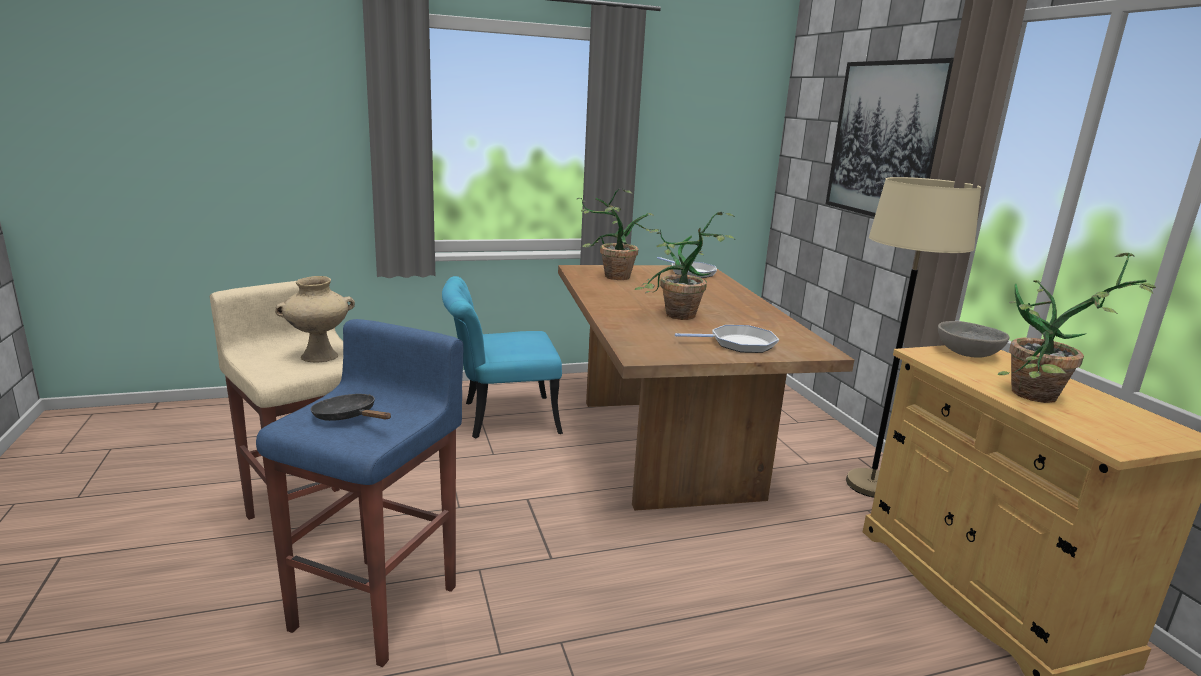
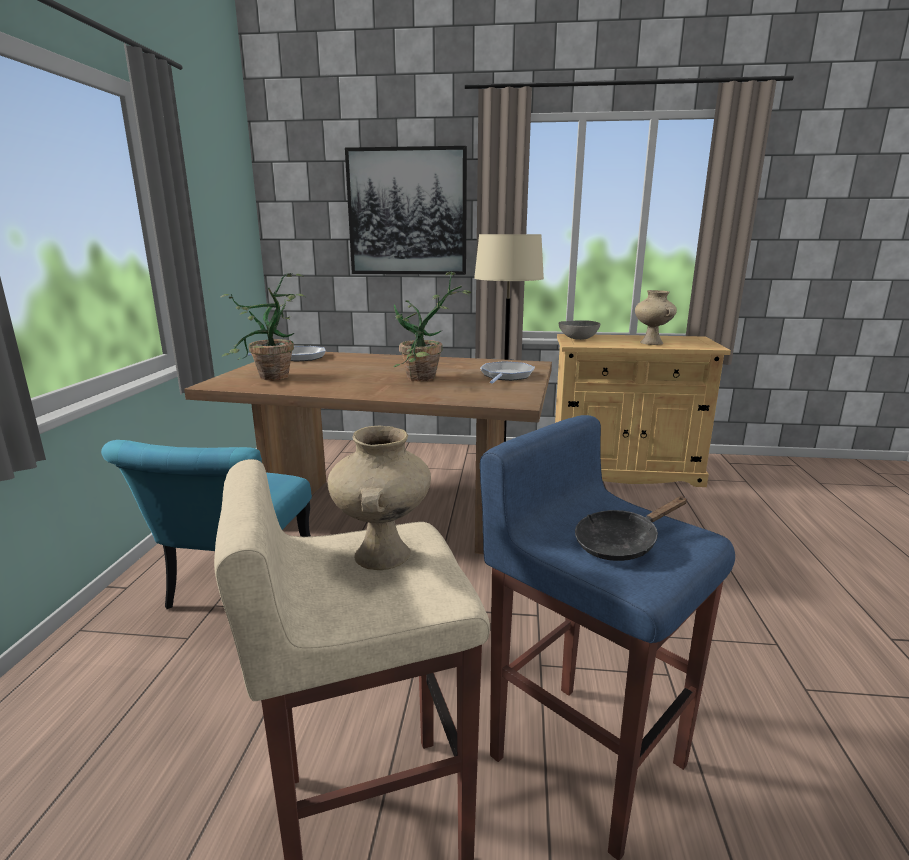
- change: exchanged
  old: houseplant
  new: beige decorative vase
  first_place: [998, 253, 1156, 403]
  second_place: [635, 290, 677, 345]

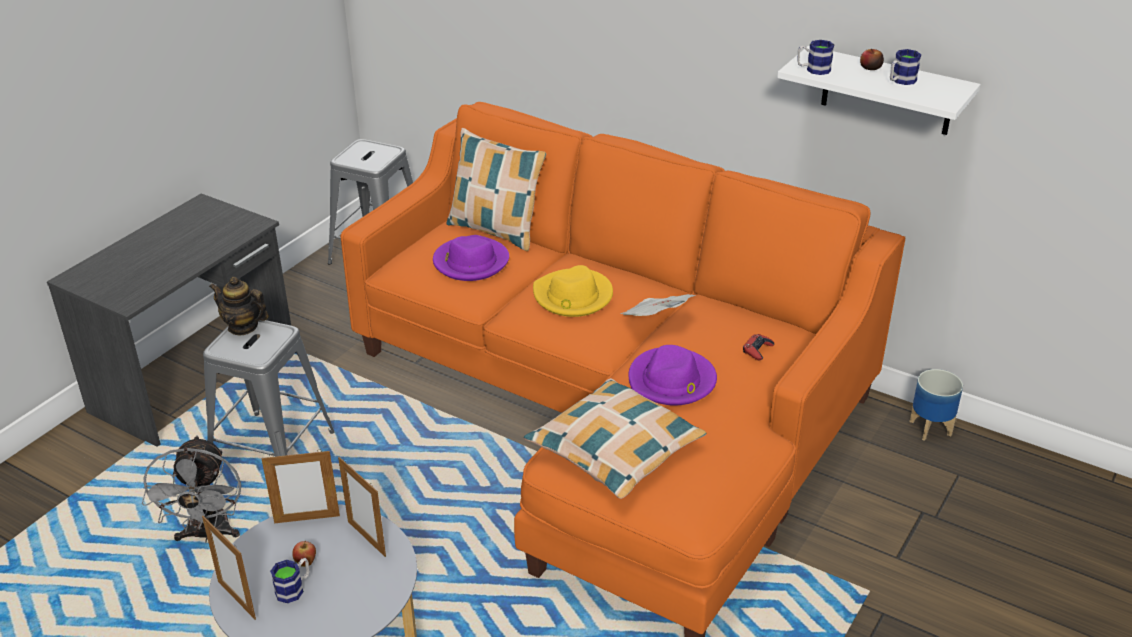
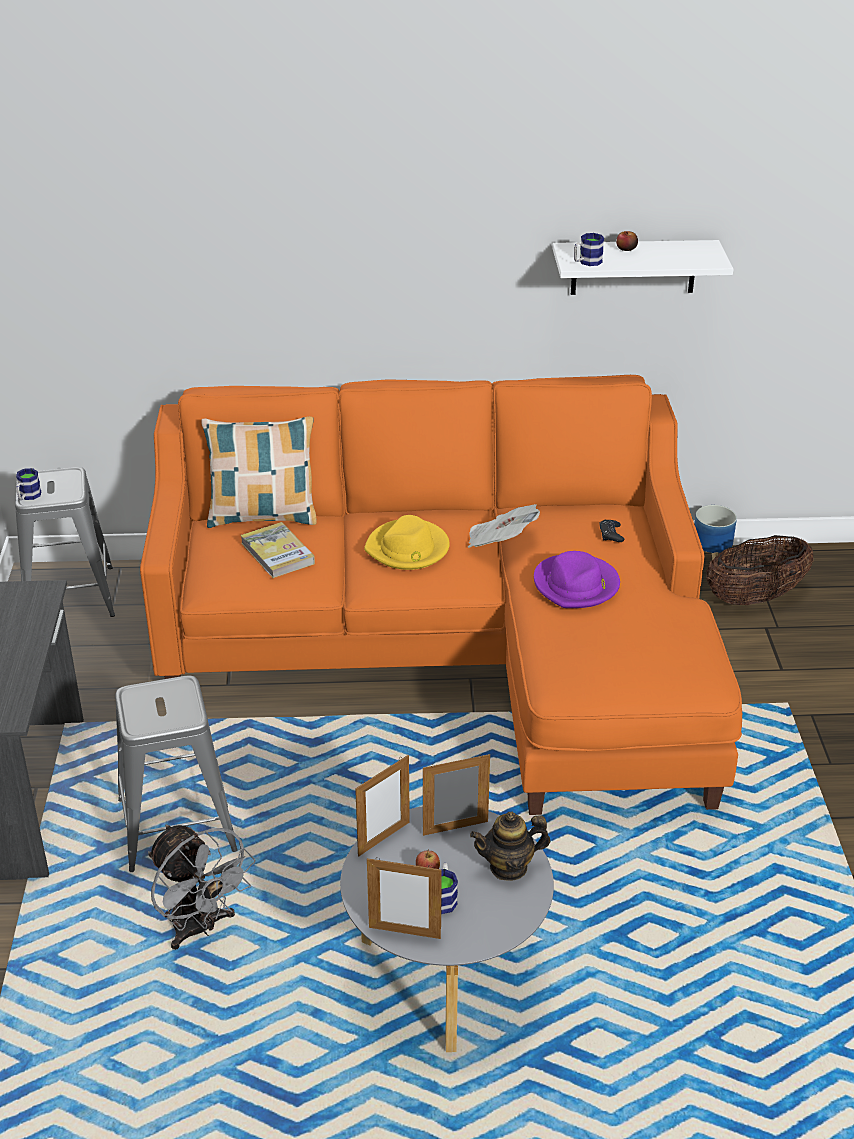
- change: relocated
  old: coffee mug
  first_place: [890, 49, 921, 85]
  second_place: [16, 468, 41, 500]
- change: exchanged
  old: purplish hat
  new: book
  first_place: [433, 235, 509, 281]
  second_place: [240, 522, 315, 578]
- change: spun
  old: photo frame
  first_place: [338, 457, 386, 557]
  second_place: [423, 754, 490, 836]
  degrees: 150
- change: relocated
  old: pot for tea
  first_place: [209, 277, 269, 335]
  second_place: [470, 812, 550, 881]
- change: colour
  old: red joypad
  new: blackish joypad
  first_place: [743, 334, 774, 361]
  second_place: [600, 520, 625, 542]
- change: appeared
  new: household basket
  second_place: [706, 535, 814, 605]
- change: missing
  old: throw pillow
  first_place: [524, 378, 706, 499]

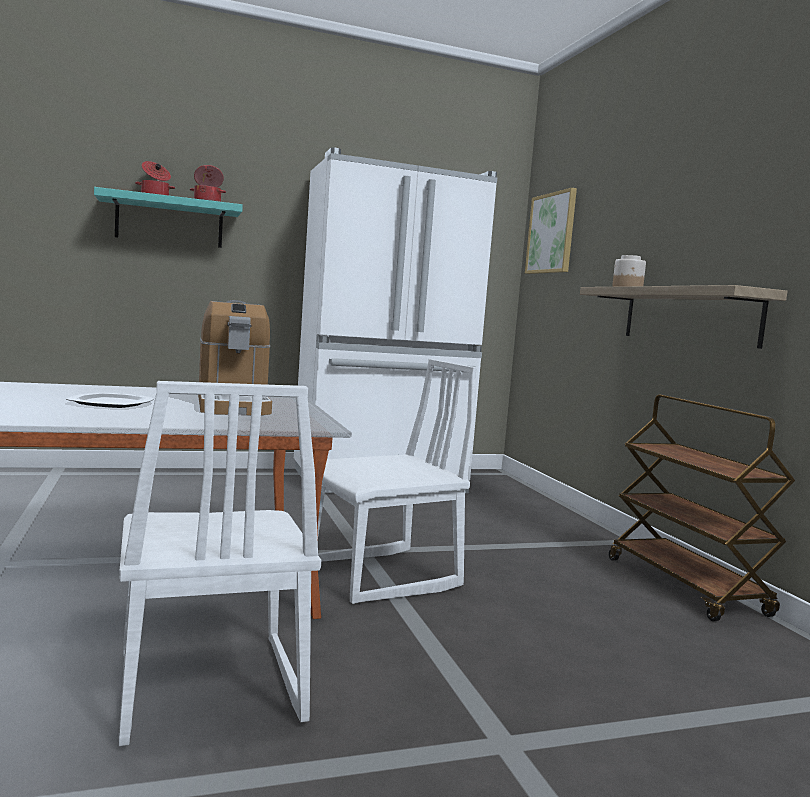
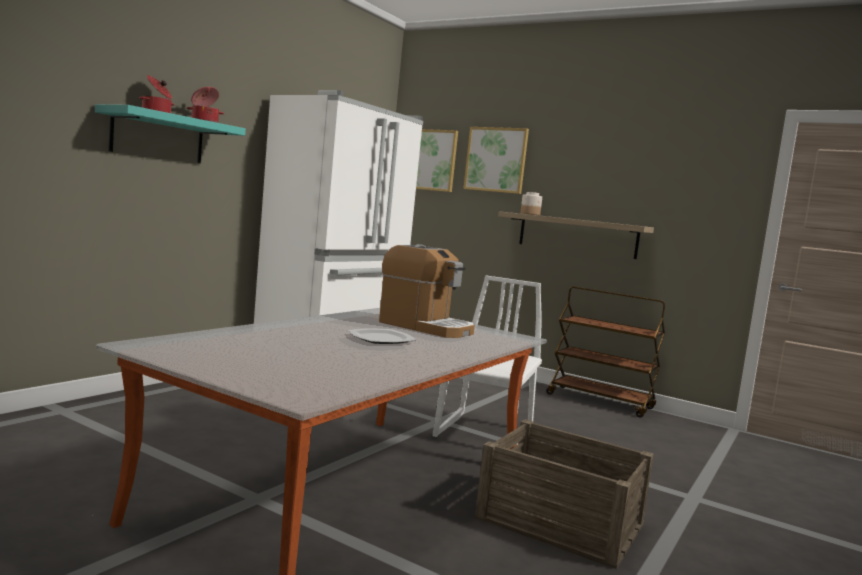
- change: appeared
  new: wall picture
  second_place: [463, 127, 529, 194]
- change: exchanged
  old: white chair
  new: crate
  first_place: [118, 381, 321, 746]
  second_place: [475, 419, 654, 569]

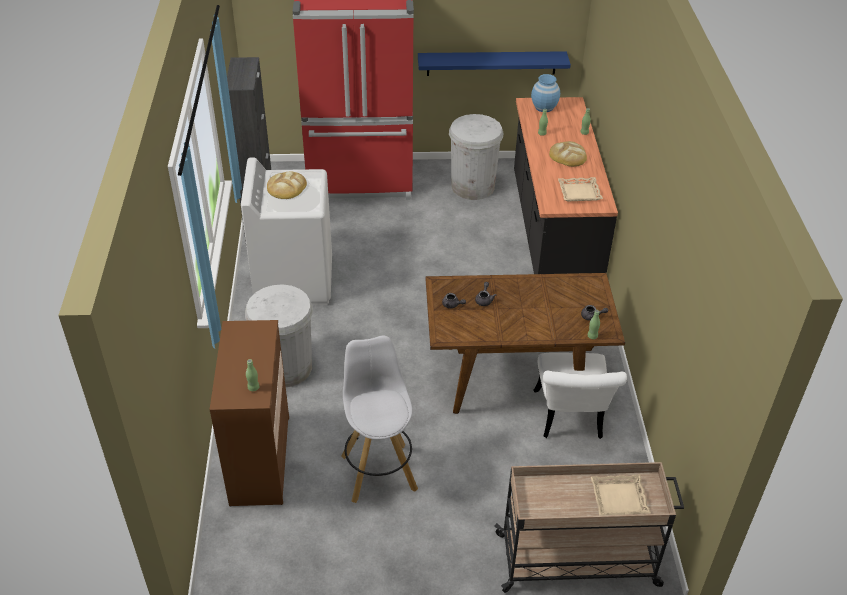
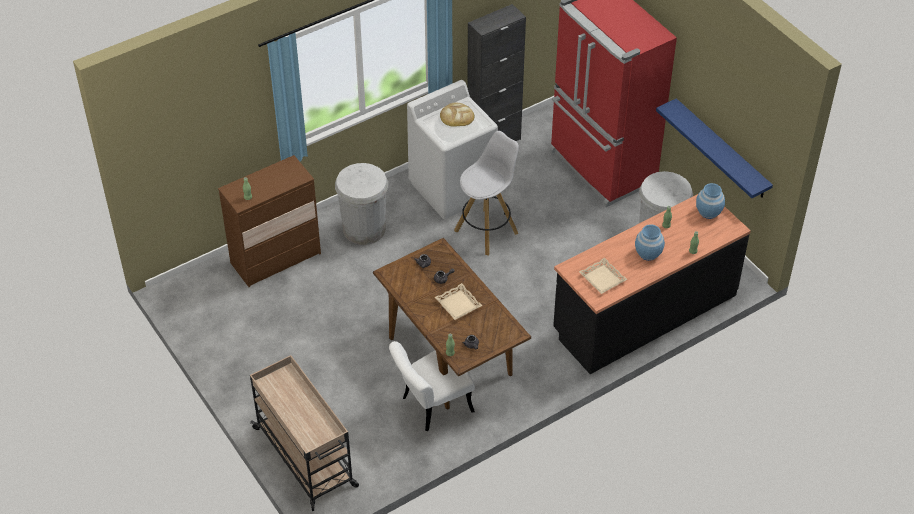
- change: relocated
  old: beige tray
  first_place: [591, 475, 651, 516]
  second_place: [435, 283, 482, 320]
- change: relocated
  old: white stool seat
  first_place: [341, 335, 418, 503]
  second_place: [454, 131, 519, 256]
- change: exchanged
  old: bakery bread
  new: blue-coloured decorative vase
  first_place: [549, 141, 587, 167]
  second_place: [635, 224, 665, 261]

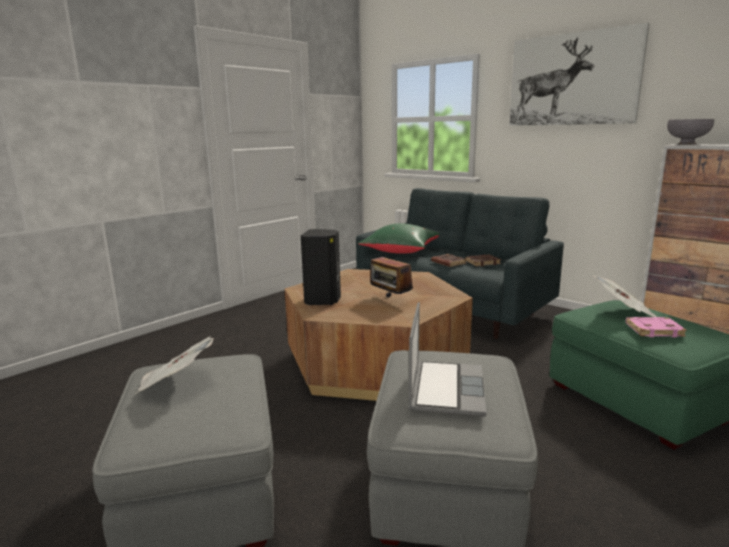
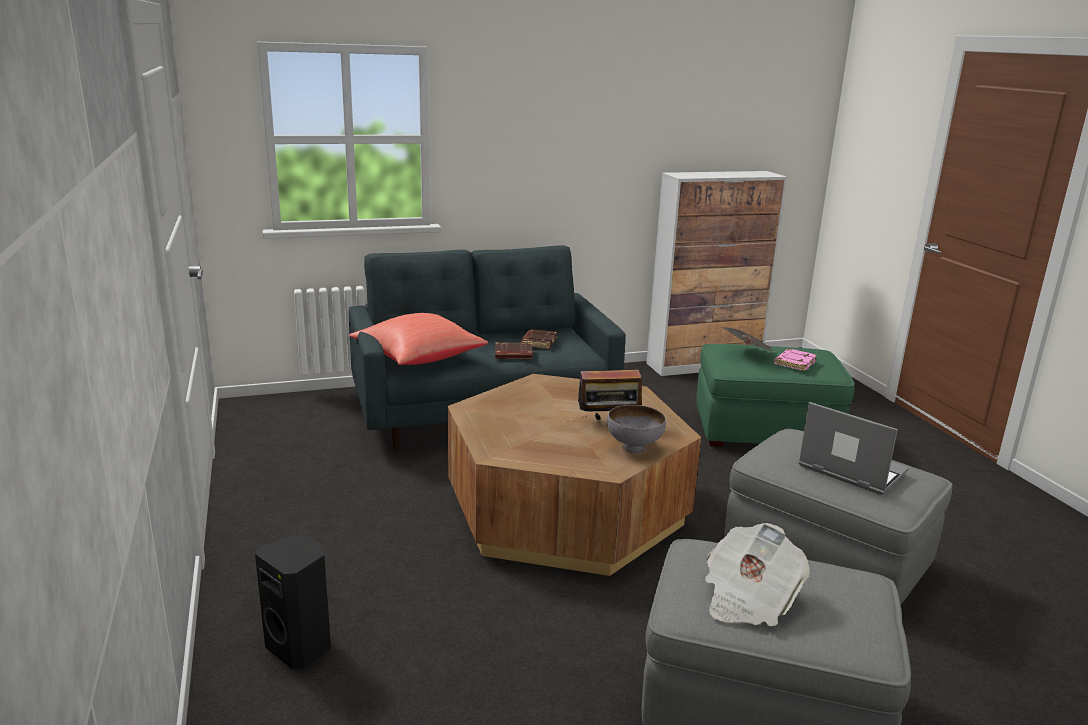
- change: relocated
  old: blackish speaker
  first_place: [301, 229, 341, 305]
  second_place: [255, 535, 331, 670]
- change: colour
  old: green throw pillow
  new: red throw pillow
  first_place: [358, 223, 439, 254]
  second_place: [350, 313, 488, 365]
- change: relocated
  old: greyish bowl
  first_place: [667, 119, 714, 145]
  second_place: [607, 405, 666, 454]
- change: missing
  old: wall picture
  first_place: [509, 23, 650, 126]

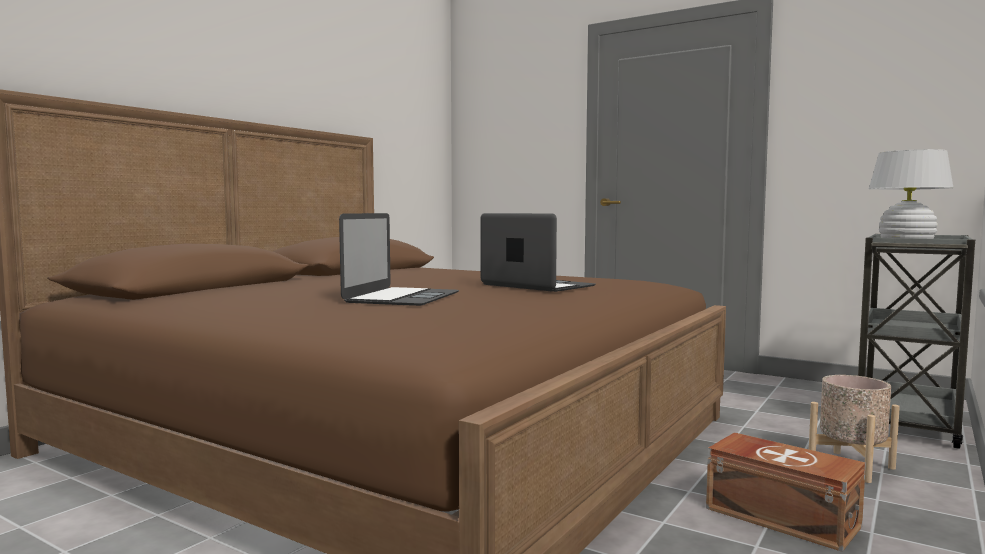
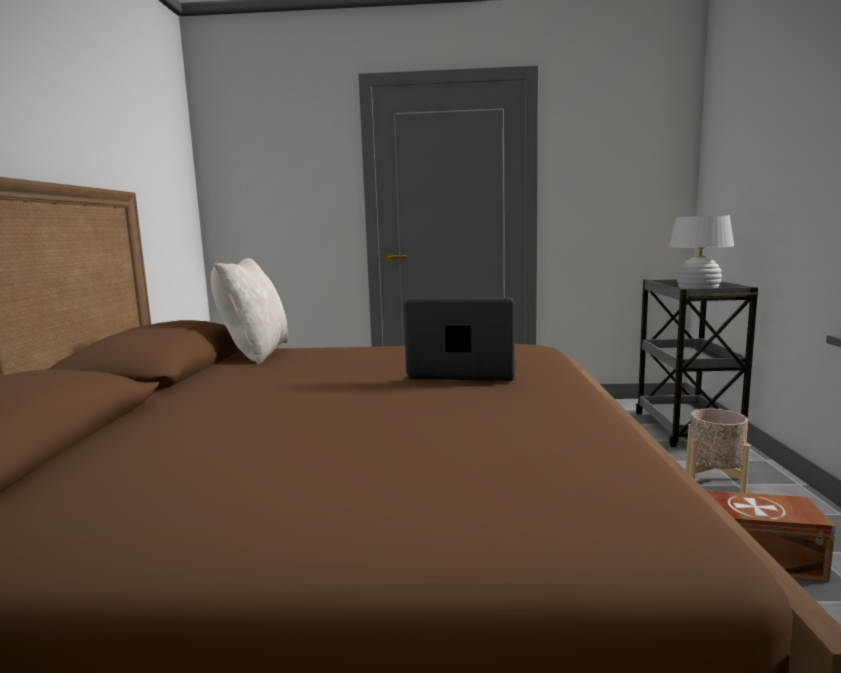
- change: appeared
  new: beige throw pillow
  second_place: [211, 258, 288, 364]
- change: missing
  old: portable computer
  first_place: [339, 213, 459, 306]

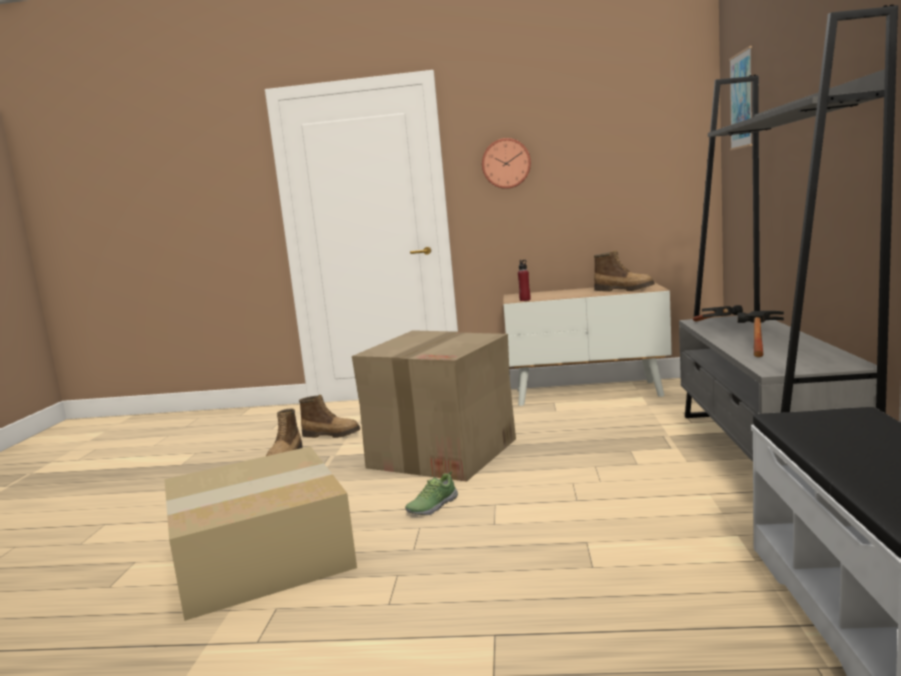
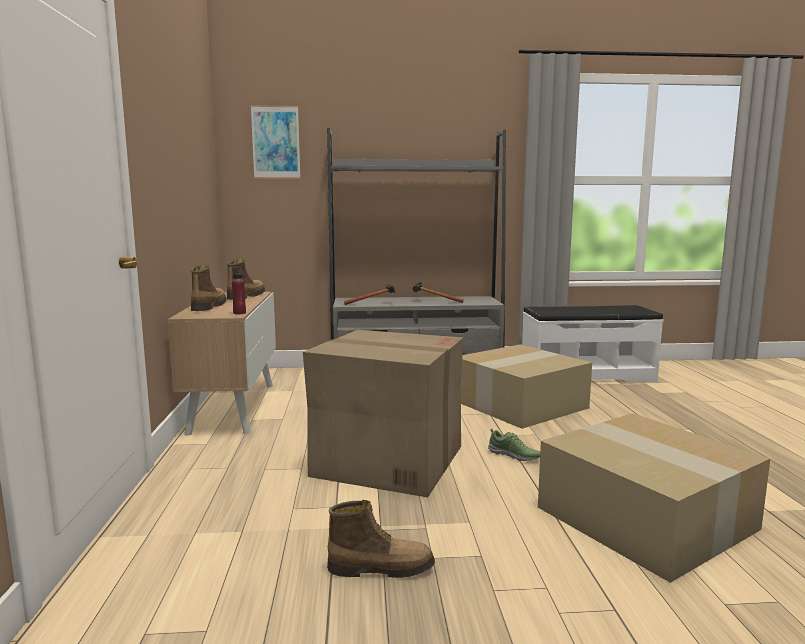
- change: relocated
  old: high-top boot
  first_place: [299, 395, 361, 438]
  second_place: [191, 265, 227, 311]
- change: appeared
  new: packing box
  second_place: [461, 344, 592, 429]
- change: missing
  old: hanging clock
  first_place: [482, 138, 531, 189]

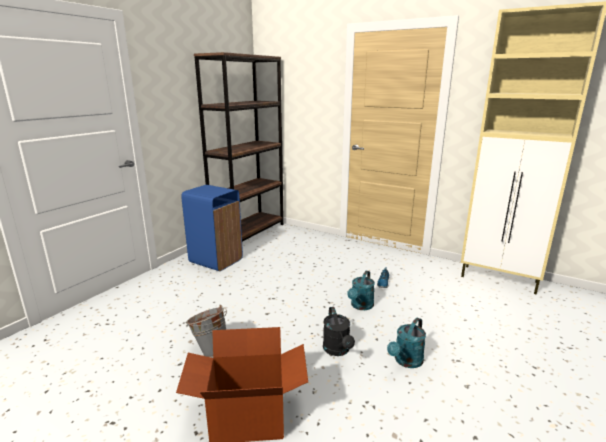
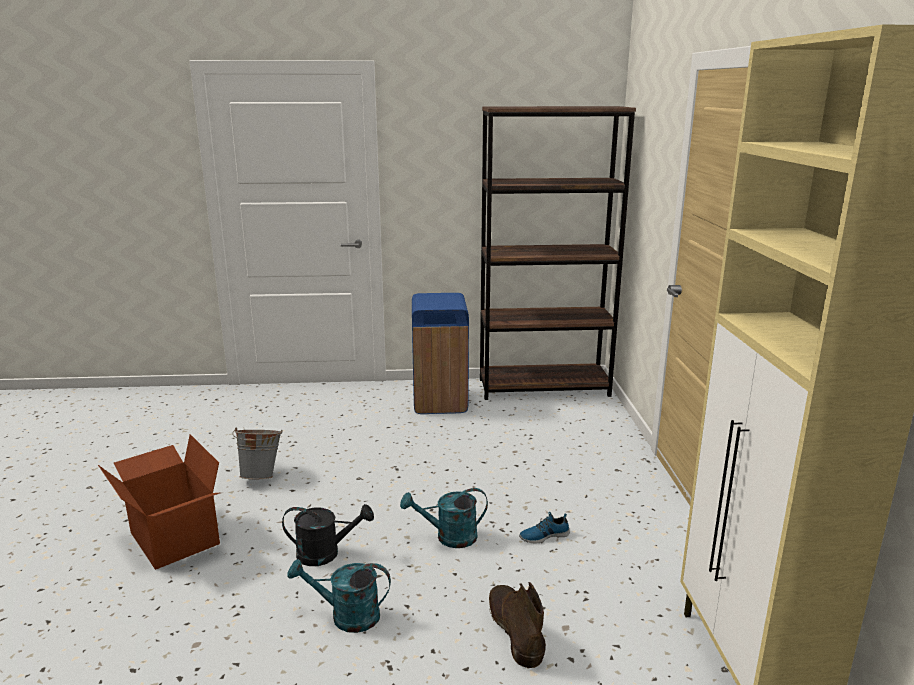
- change: spun
  old: blackish watering can
  first_place: [323, 307, 355, 356]
  second_place: [282, 504, 374, 566]
  degrees: -135
- change: appeared
  new: brown-coloured high-top boot
  second_place: [489, 582, 546, 669]

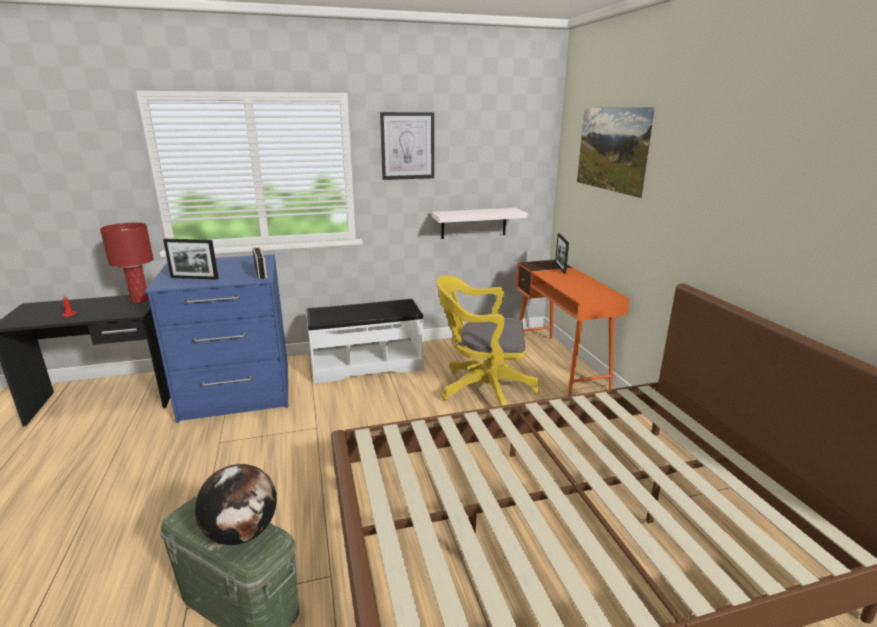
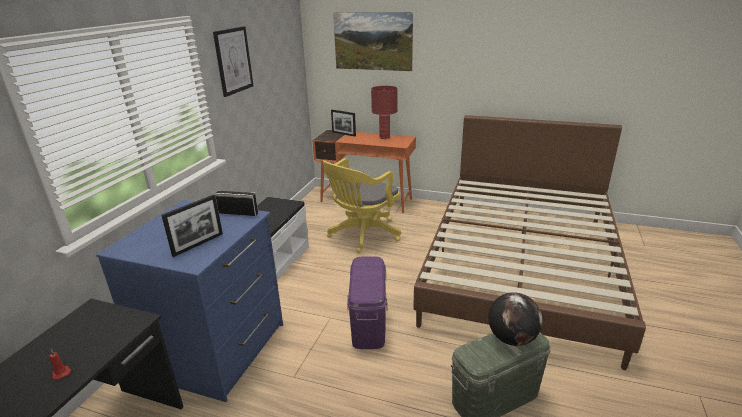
- change: appeared
  new: purplish storage bin
  second_place: [347, 256, 387, 349]
- change: relocated
  old: red lamp for a table
  first_place: [100, 222, 154, 303]
  second_place: [371, 86, 397, 139]
- change: missing
  old: white shelf
  first_place: [431, 208, 528, 239]

